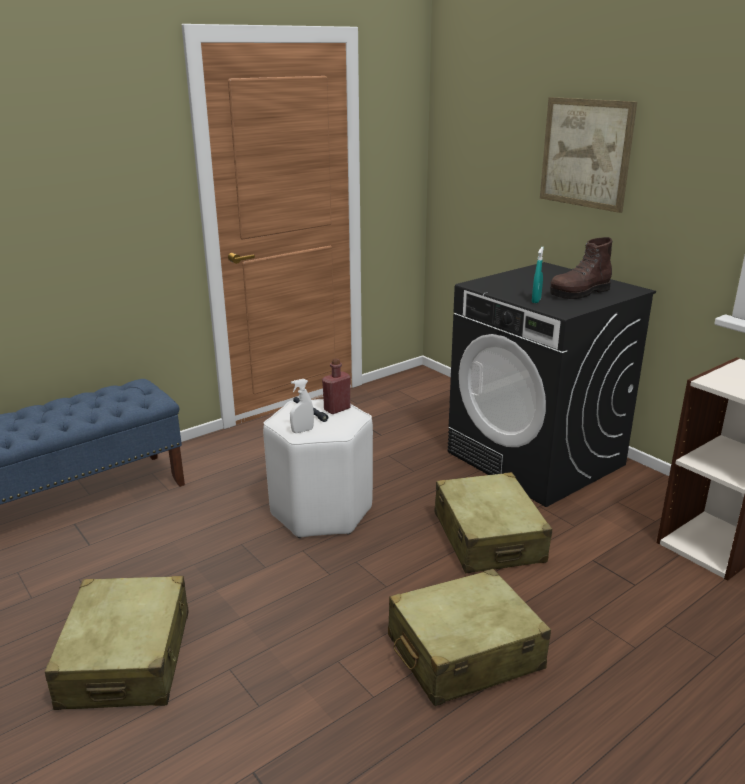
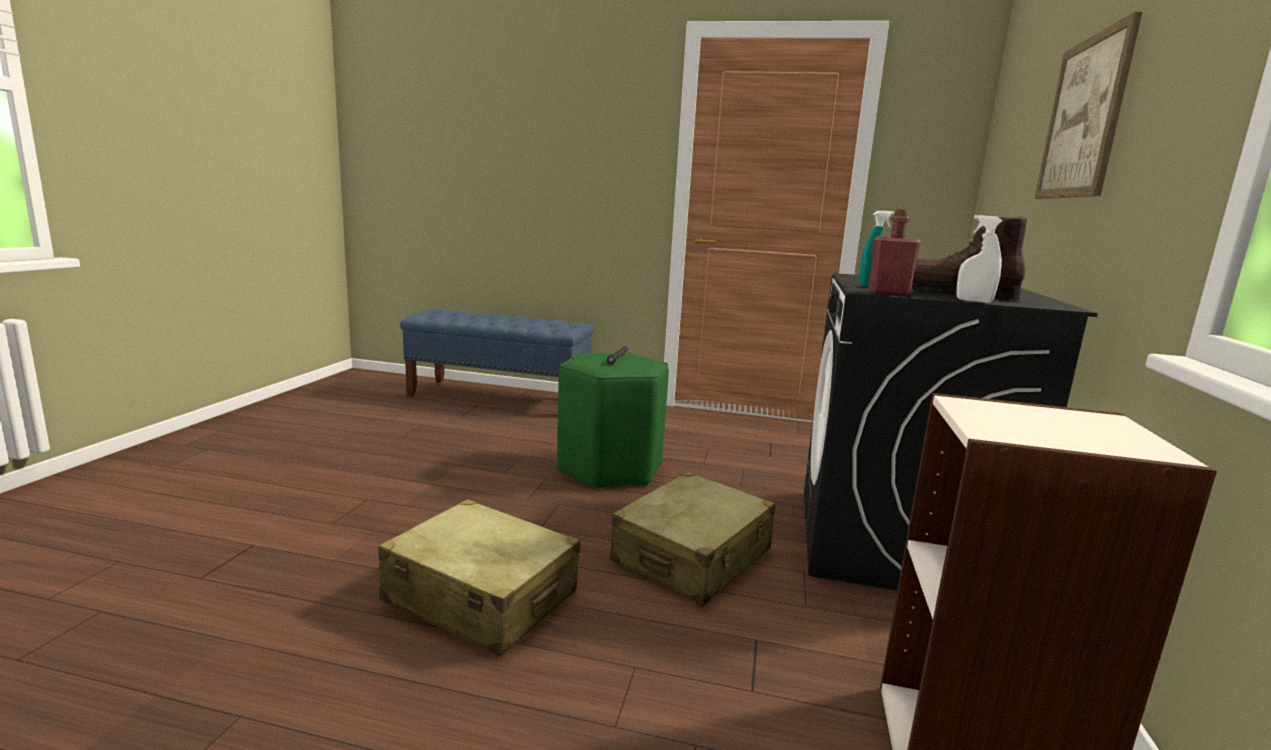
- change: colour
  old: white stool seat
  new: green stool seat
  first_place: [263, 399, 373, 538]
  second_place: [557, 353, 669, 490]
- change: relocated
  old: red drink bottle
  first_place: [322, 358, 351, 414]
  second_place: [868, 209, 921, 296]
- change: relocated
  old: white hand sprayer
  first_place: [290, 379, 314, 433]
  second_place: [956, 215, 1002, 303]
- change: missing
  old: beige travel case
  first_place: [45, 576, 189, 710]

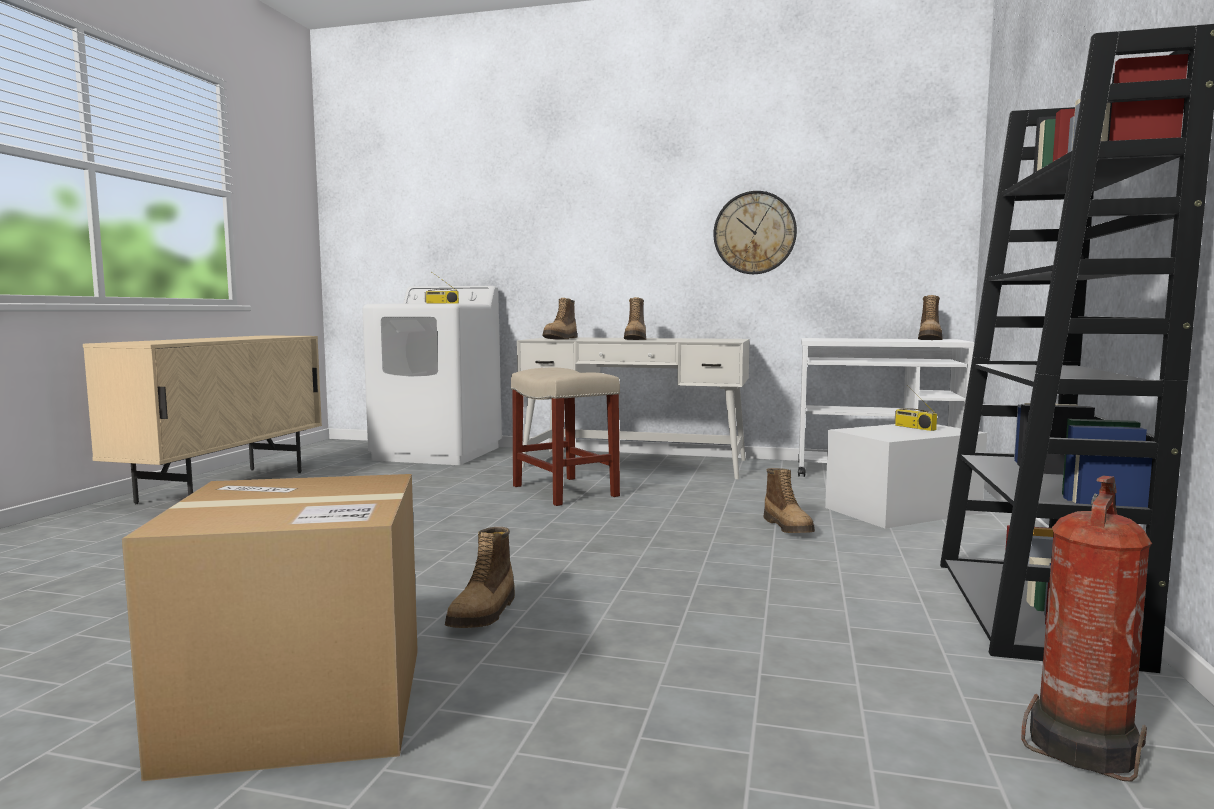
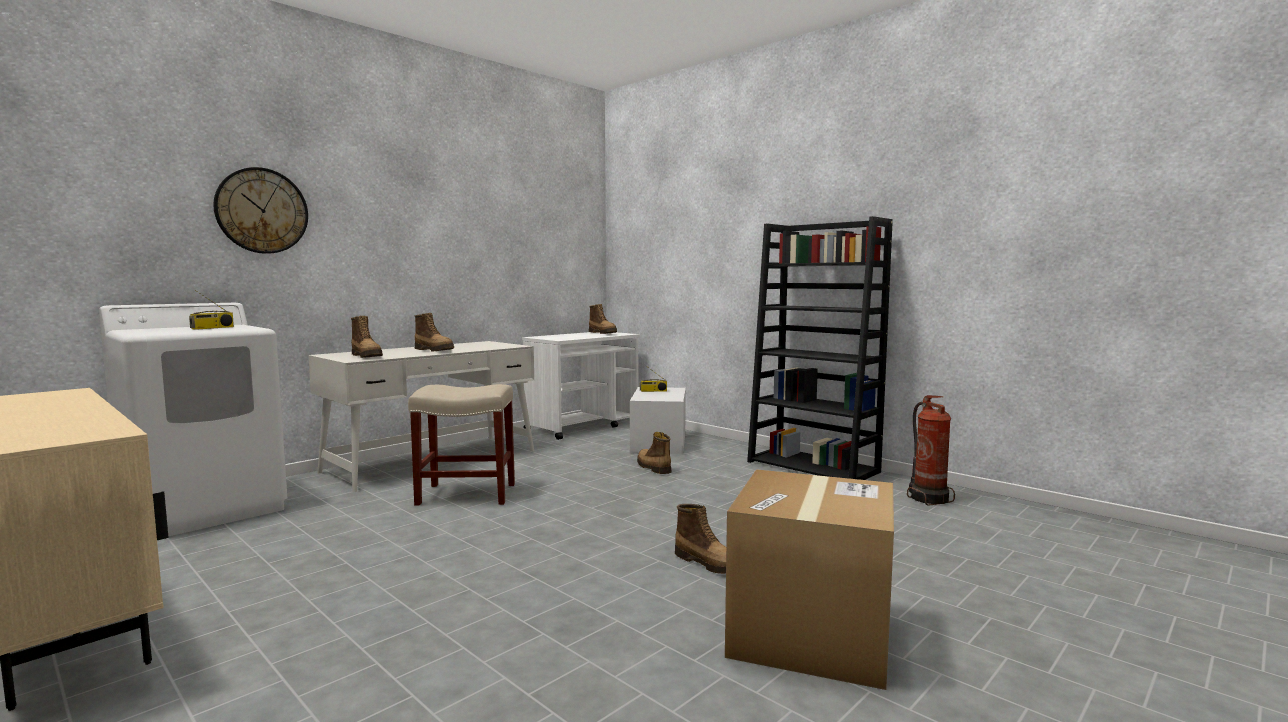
- change: relocated
  old: hanging clock
  first_place: [713, 191, 797, 274]
  second_place: [213, 167, 308, 254]
- change: spun
  old: high-top boot
  first_place: [764, 468, 815, 533]
  second_place: [637, 432, 671, 474]
  degrees: -135

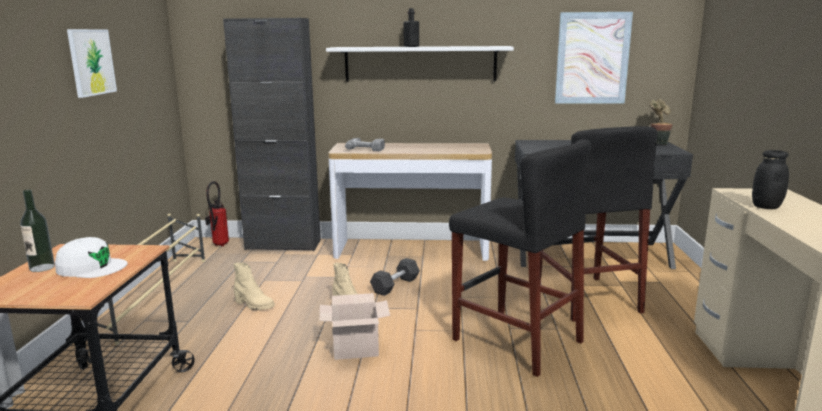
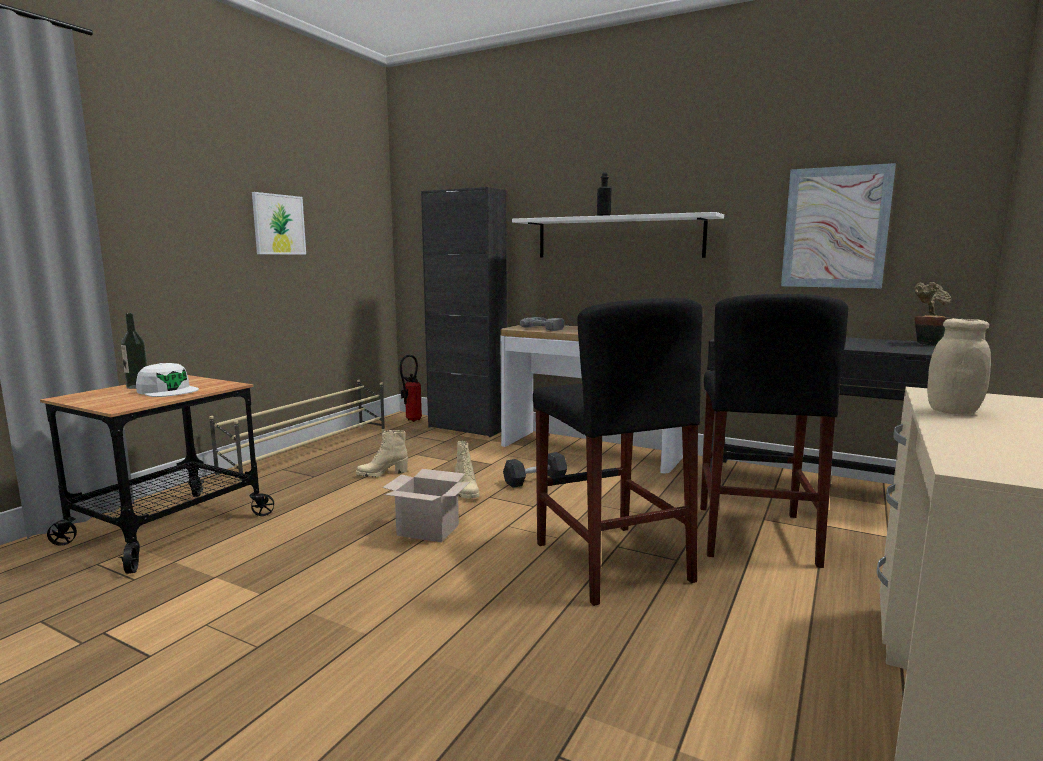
- change: spun
  old: beige high-top boot
  first_place: [234, 262, 275, 310]
  second_place: [356, 430, 408, 477]
  degrees: 105
- change: colour
  old: blackish storage jar
  new: beige storage jar
  first_place: [752, 150, 789, 209]
  second_place: [927, 318, 991, 414]

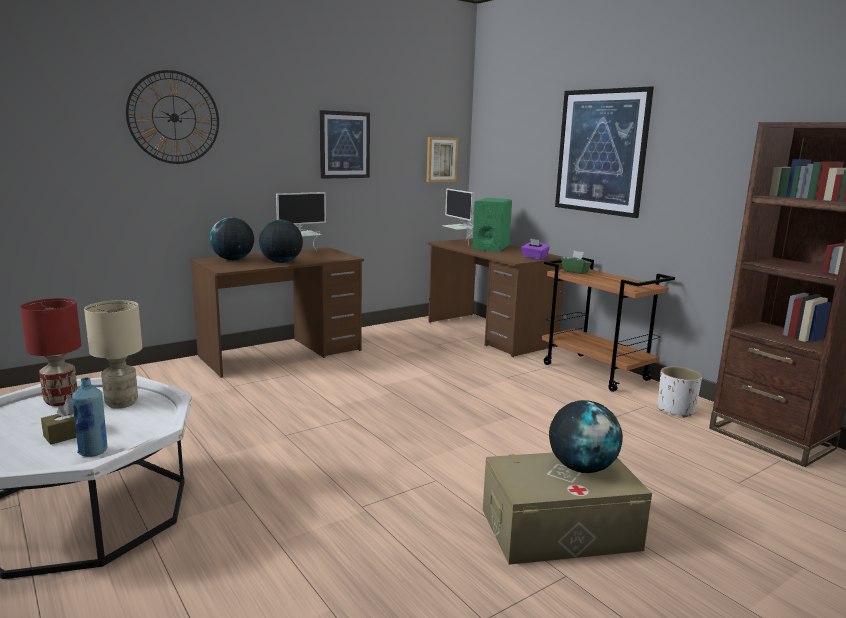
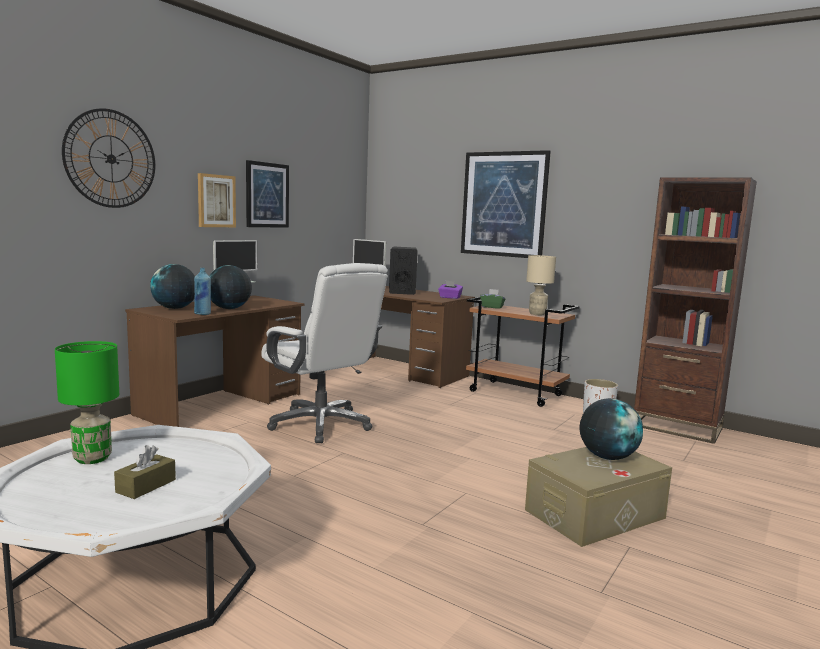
- change: colour
  old: red lamp for a table
  new: green lamp for a table
  first_place: [20, 298, 81, 406]
  second_place: [55, 341, 119, 464]
- change: relocated
  old: blue-coloured drink bottle
  first_place: [72, 377, 107, 457]
  second_place: [194, 268, 211, 315]
- change: relocated
  old: wall picture
  first_place: [427, 137, 458, 182]
  second_place: [198, 173, 236, 227]
- change: appeared
  new: white office chair
  second_place: [261, 263, 387, 443]
- change: colour
  old: green speaker
  new: blackish speaker
  first_place: [472, 198, 512, 252]
  second_place: [389, 247, 418, 295]
- change: relocated
  old: beige lamp for a table
  first_place: [84, 300, 142, 409]
  second_place: [526, 255, 556, 315]

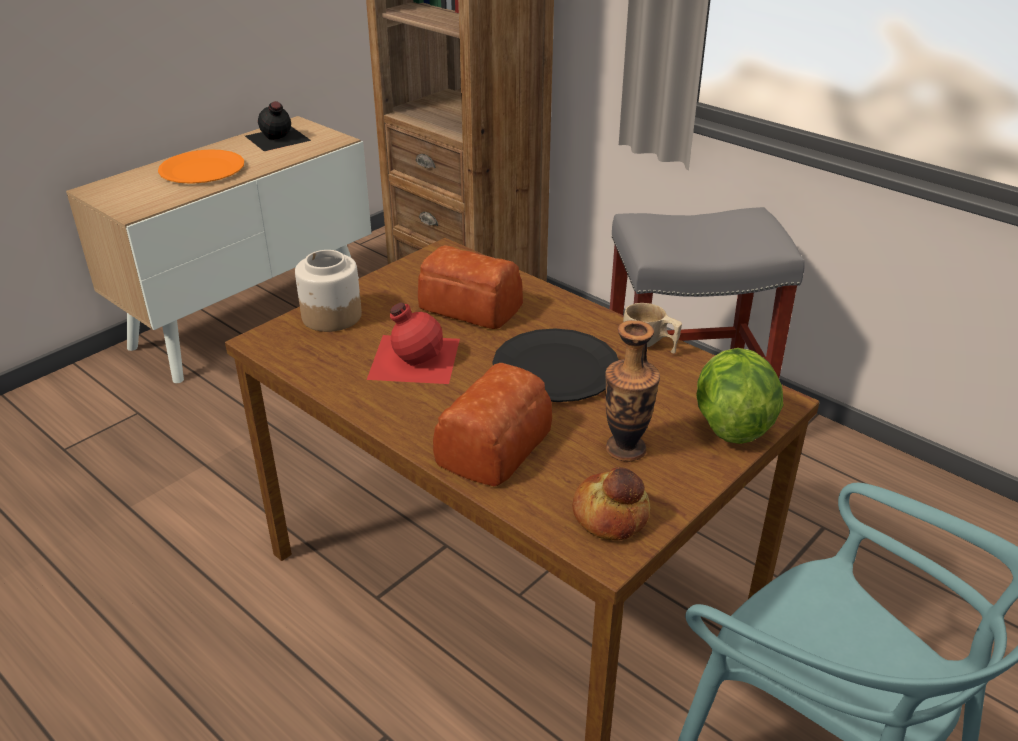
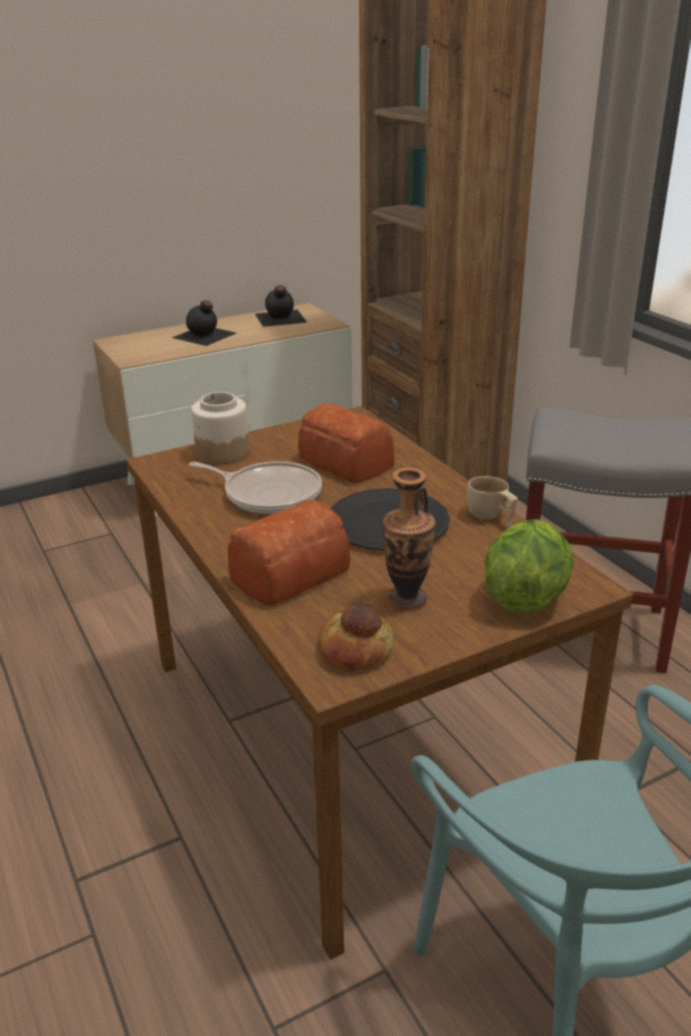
- change: exchanged
  old: orangey plate
  new: blackish drink bottle
  first_place: [158, 149, 244, 184]
  second_place: [172, 300, 236, 346]
- change: exchanged
  old: red drink bottle
  new: frying pan
  first_place: [367, 303, 460, 384]
  second_place: [189, 461, 322, 514]

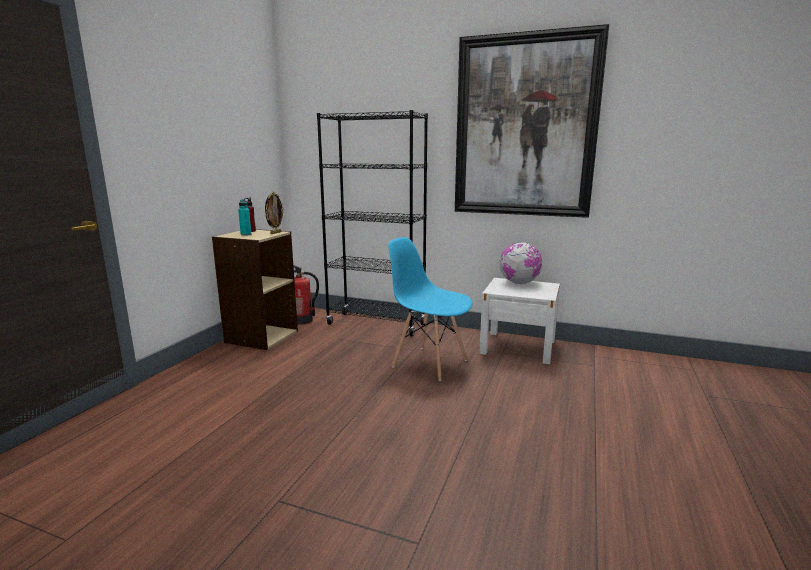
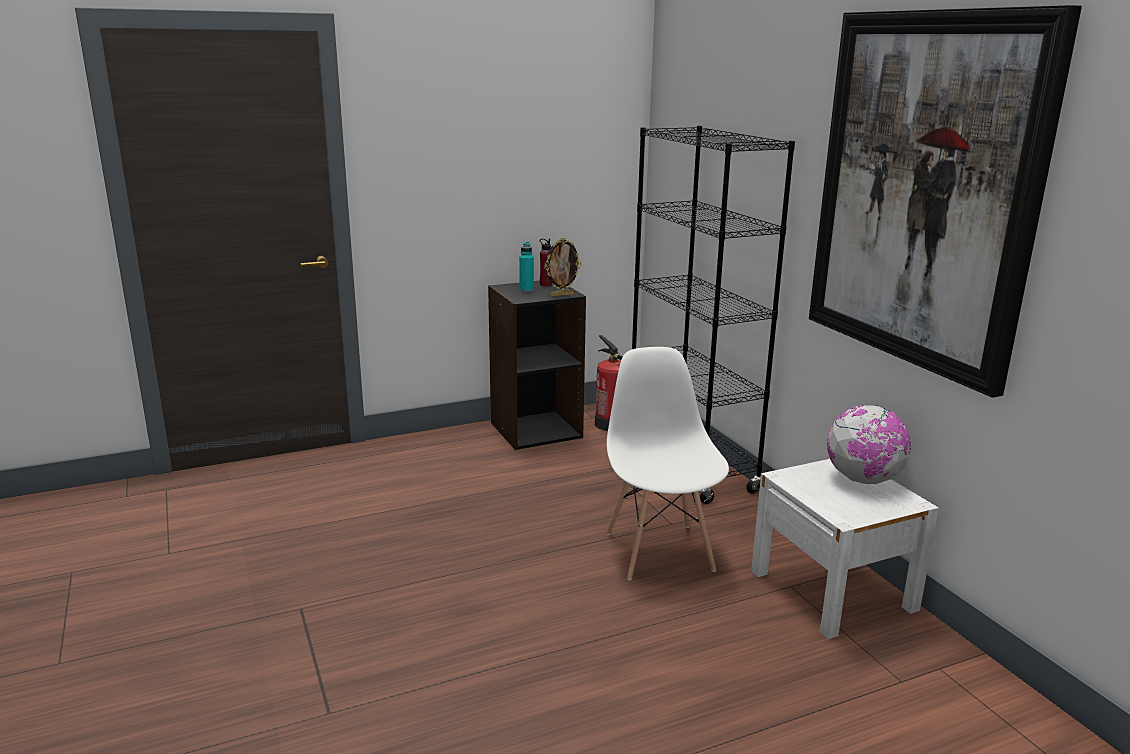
- change: colour
  old: beige shelving unit
  new: blackish shelving unit
  first_place: [212, 229, 298, 350]
  second_place: [488, 281, 586, 450]
- change: colour
  old: blue-coloured chair
  new: white chair
  first_place: [388, 237, 472, 381]
  second_place: [606, 347, 729, 581]

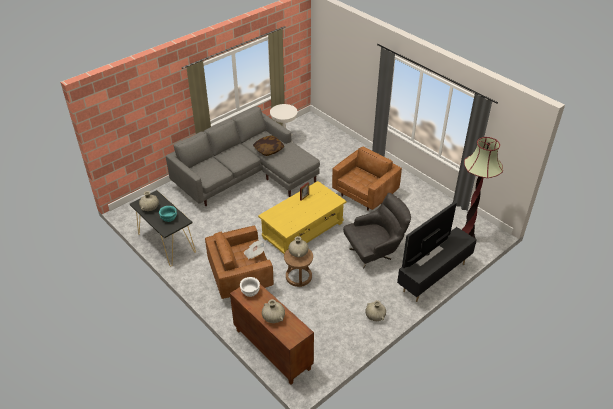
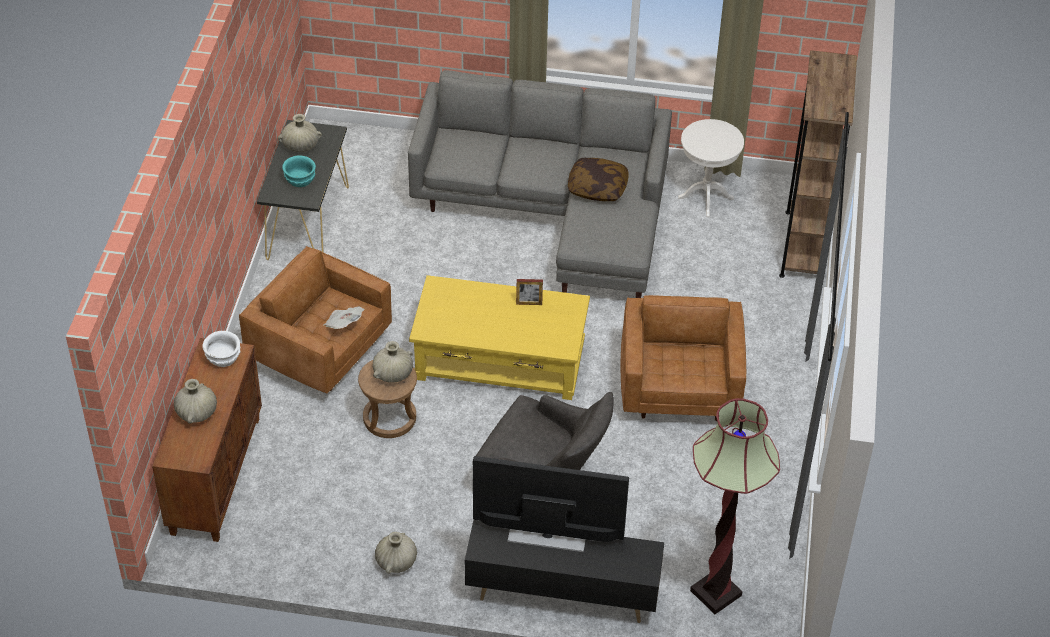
- change: spun
  old: brown-coloured armchair
  first_place: [332, 147, 402, 211]
  second_place: [620, 295, 746, 421]
  degrees: -90
- change: appeared
  new: brown-coloured shelving unit
  second_place: [779, 50, 857, 278]

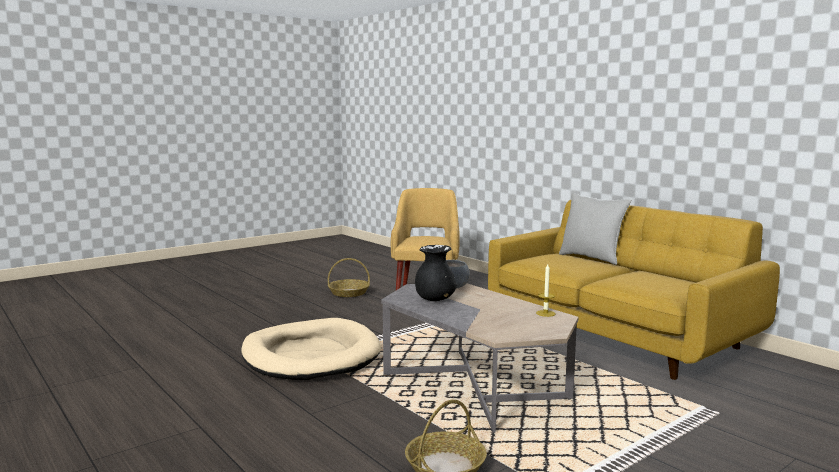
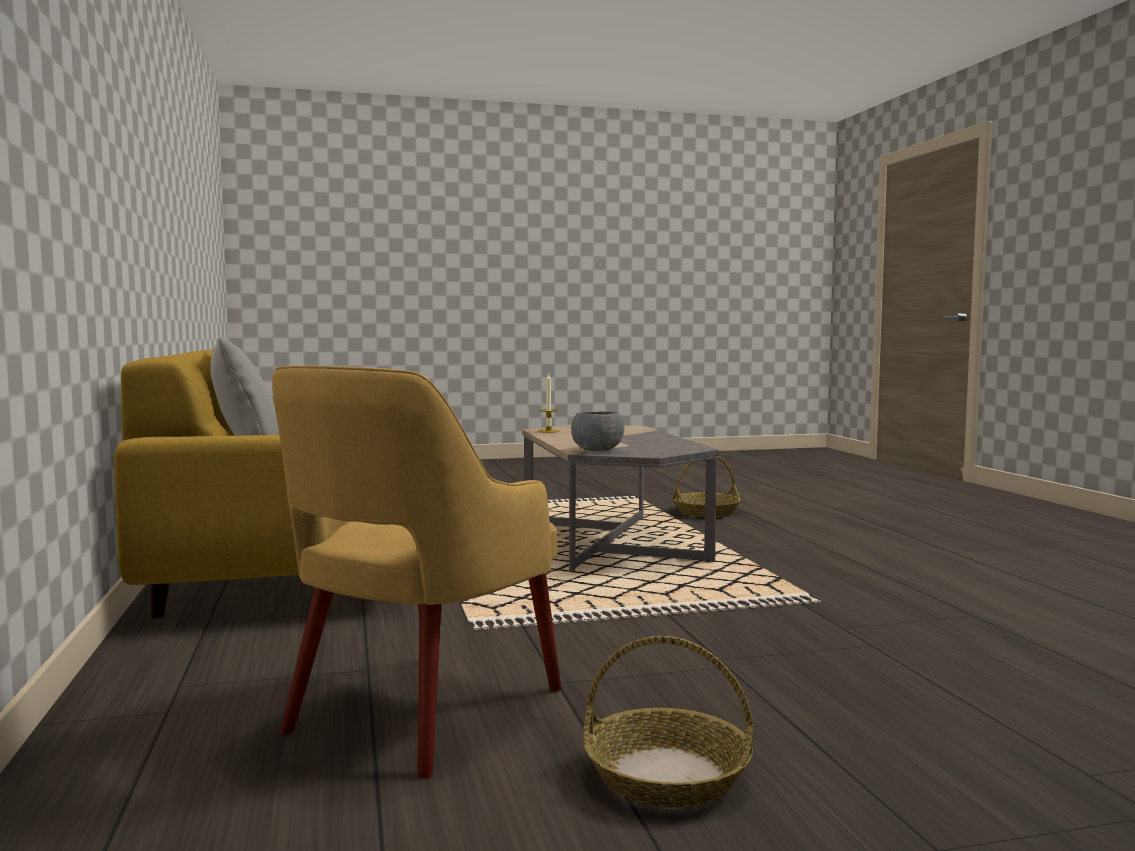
- change: missing
  old: beige dog bed
  first_place: [241, 318, 381, 380]
- change: missing
  old: blackish decorative vase
  first_place: [415, 245, 457, 301]

